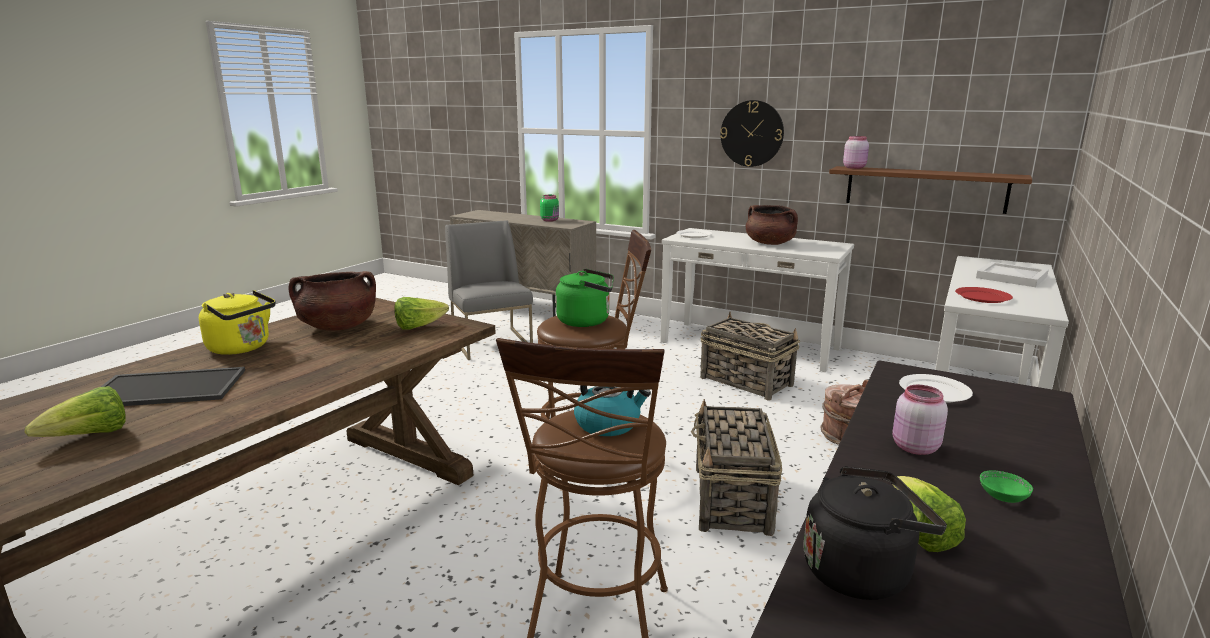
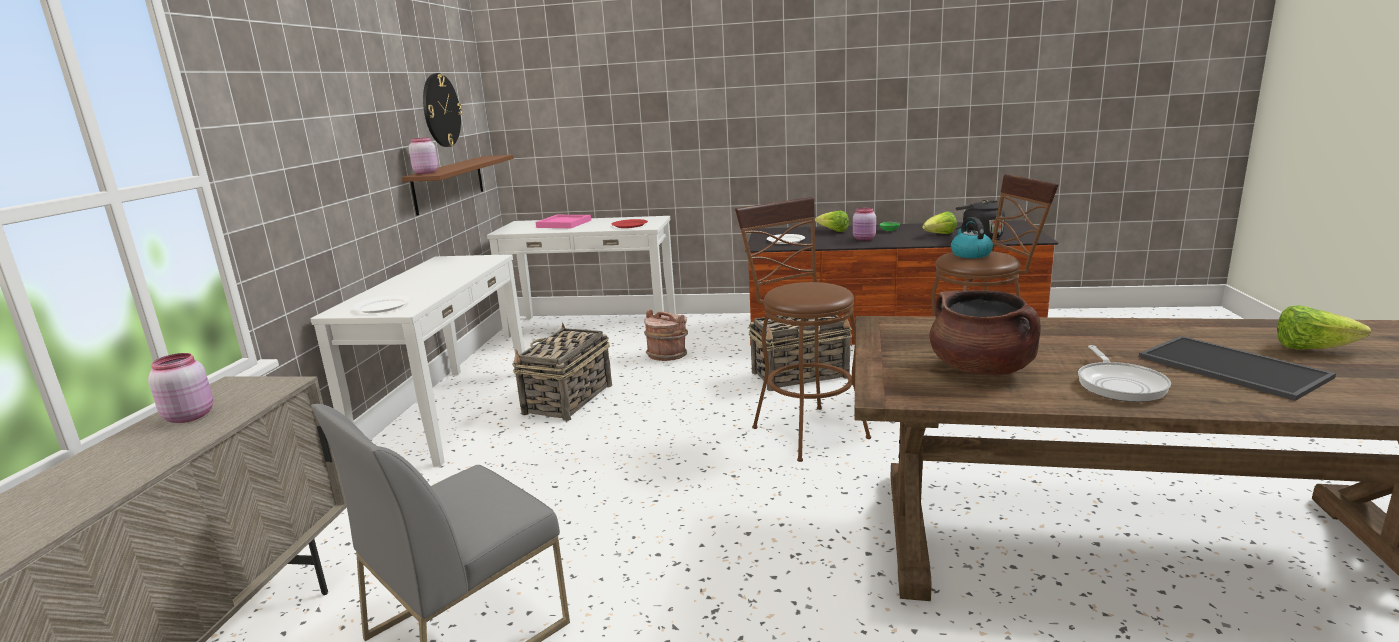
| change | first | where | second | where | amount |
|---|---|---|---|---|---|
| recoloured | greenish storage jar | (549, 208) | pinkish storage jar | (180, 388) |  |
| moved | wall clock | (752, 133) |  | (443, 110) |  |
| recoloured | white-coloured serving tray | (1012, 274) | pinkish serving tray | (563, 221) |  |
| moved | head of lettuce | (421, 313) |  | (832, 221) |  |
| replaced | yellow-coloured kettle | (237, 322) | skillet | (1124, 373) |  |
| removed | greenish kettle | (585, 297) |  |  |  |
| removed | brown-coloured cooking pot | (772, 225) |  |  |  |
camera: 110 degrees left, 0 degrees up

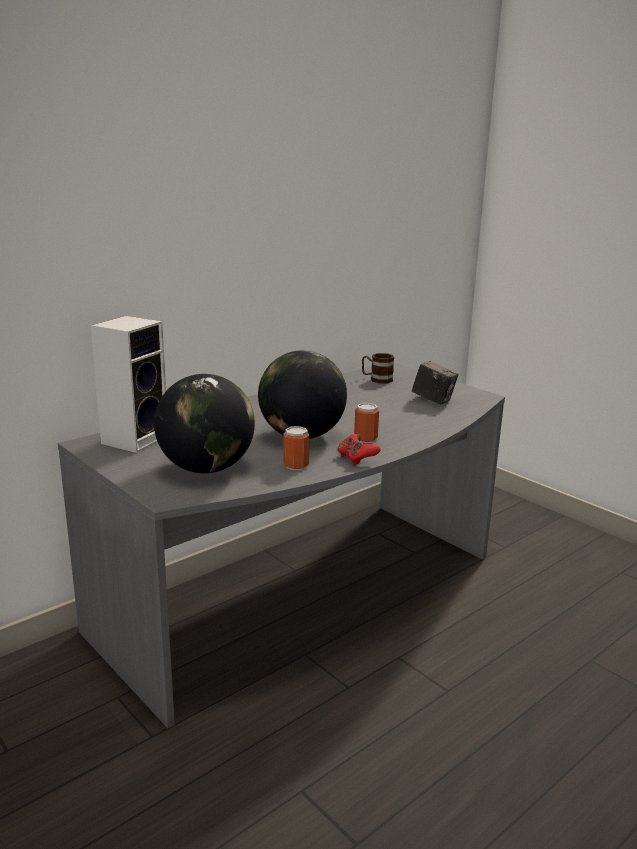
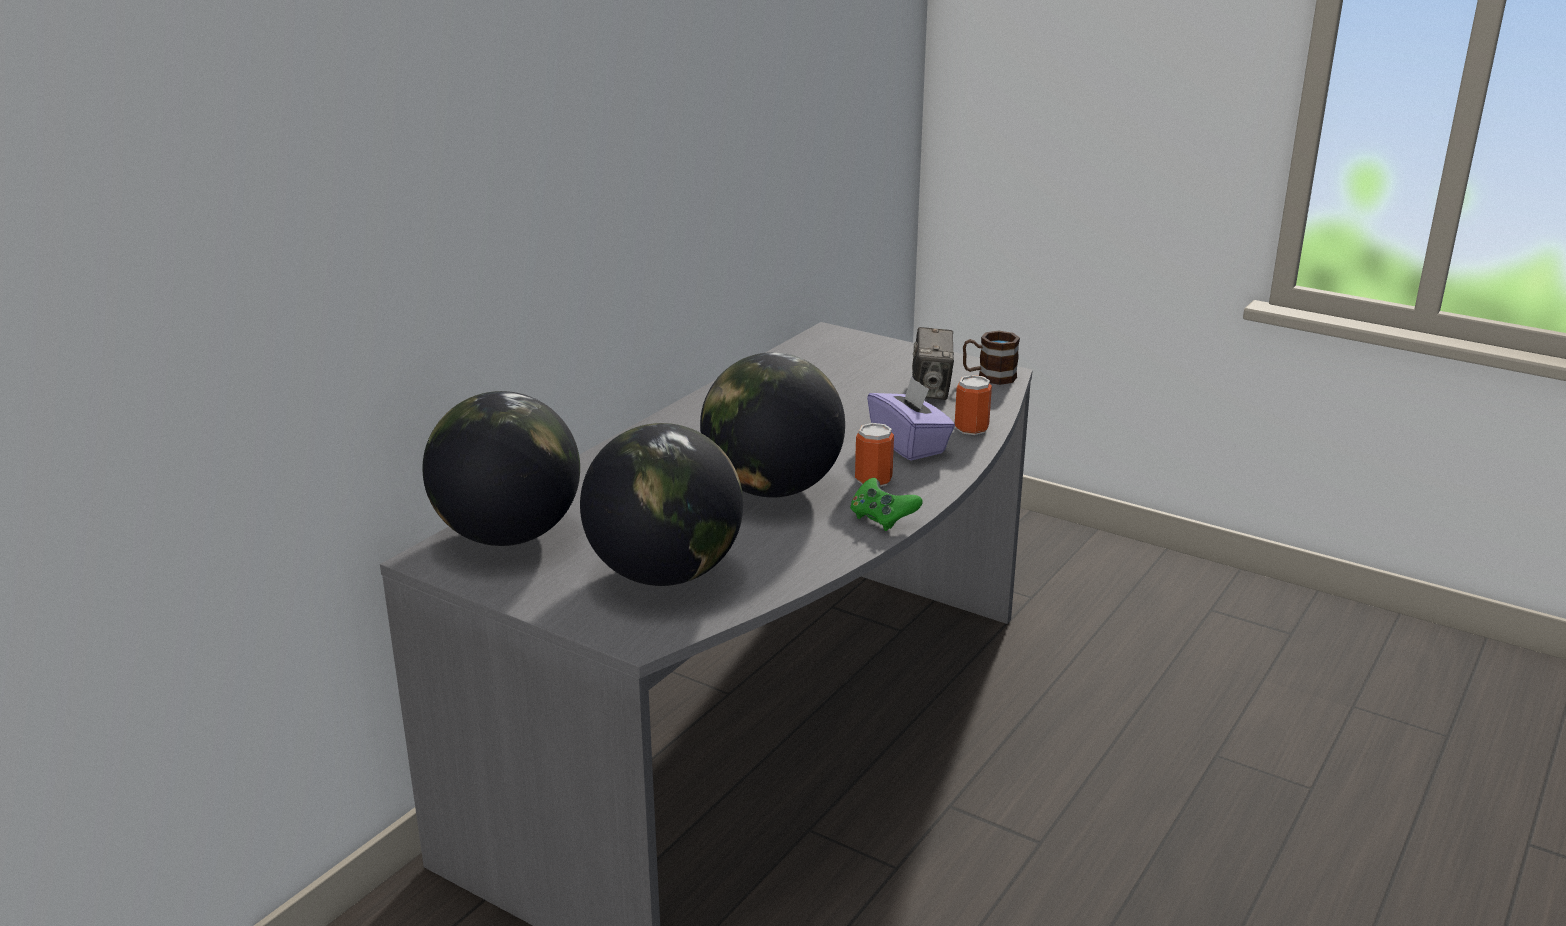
| change | first | where | second | where | amount |
|---|---|---|---|---|---|
| replaced | loudspeaker | (128, 384) | world globe | (501, 468) |  |
| recoloured | reddish game controller | (359, 449) | greenish game controller | (886, 504) |  |
| added |  |  | purplish tissue box | (911, 418) |  |
| turned | photo camera | (435, 382) |  | (933, 363) | 75 degrees clockwise |
| moved | metal can | (296, 448) |  | (973, 405) |  |
| moved | brown-coloured mug | (378, 368) |  | (991, 358) |  |
camera: 15 degrees left, 5 degrees up

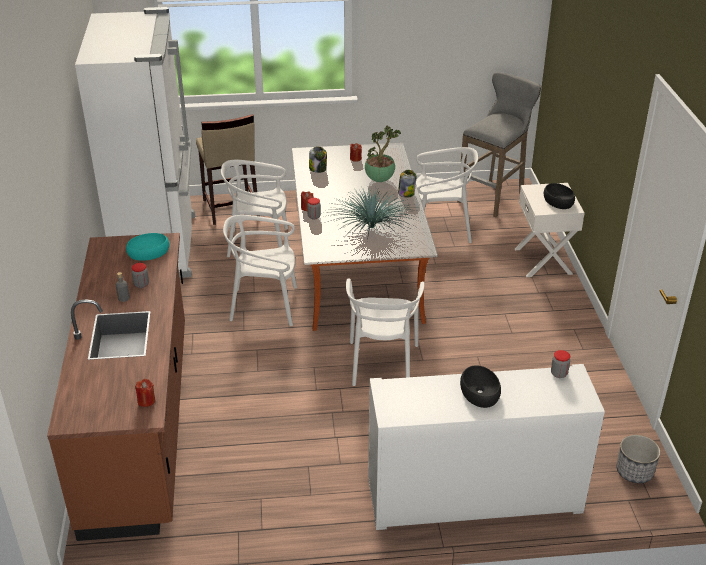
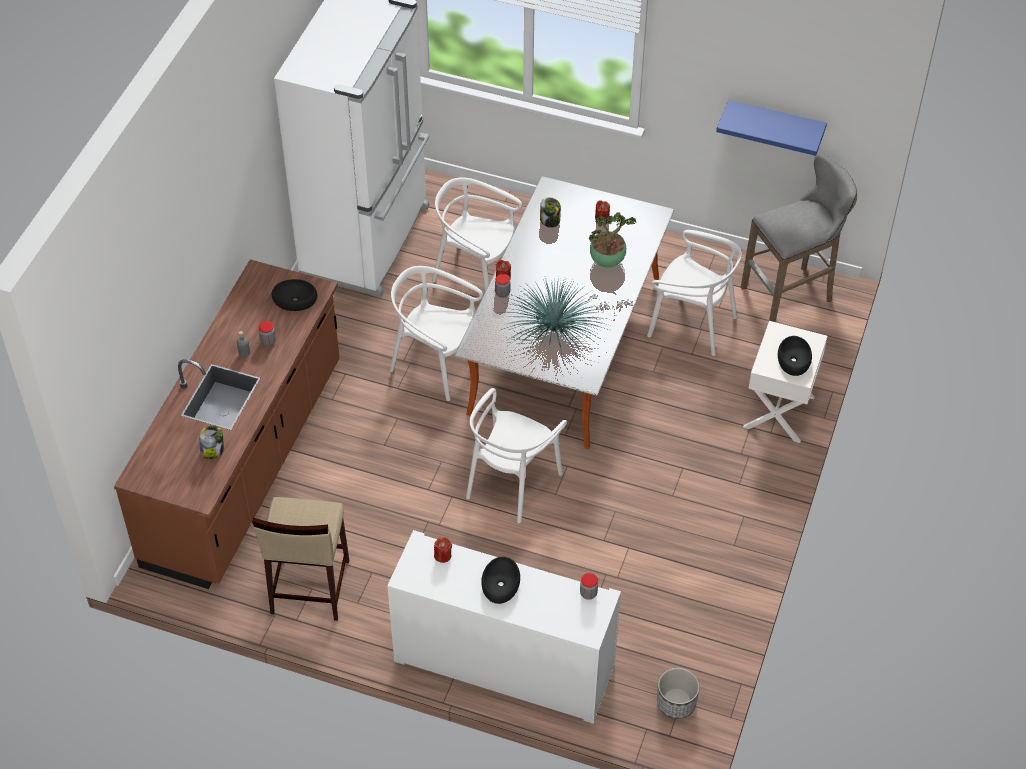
| change | first | where | second | where | amount |
|---|---|---|---|---|---|
| moved | storage jar | (407, 184) |  | (211, 442) |  |
| moved | sand-coloured stool seat | (227, 169) |  | (300, 559) |  |
| recoloured | turquoise-coloured serving bowl | (147, 247) | black serving bowl | (294, 295) |  |
| moved | reddish candle | (145, 393) |  | (443, 550) |  |
| added |  |  | blue-coloured bracket shelf | (771, 128) |  |
camera: 25 degrees right, 15 degrees up

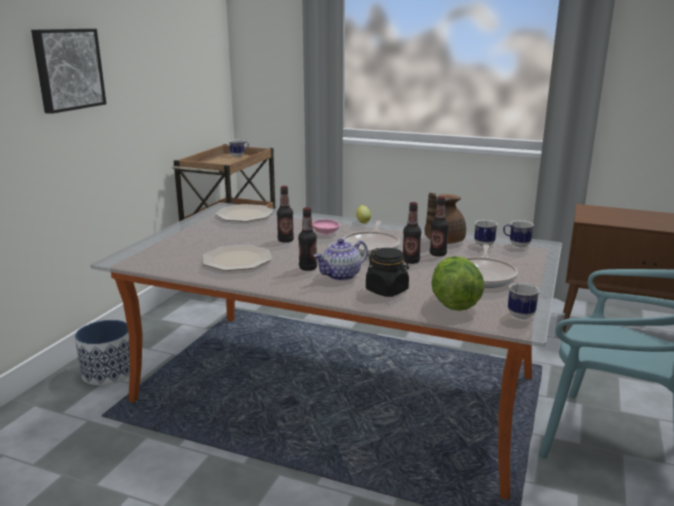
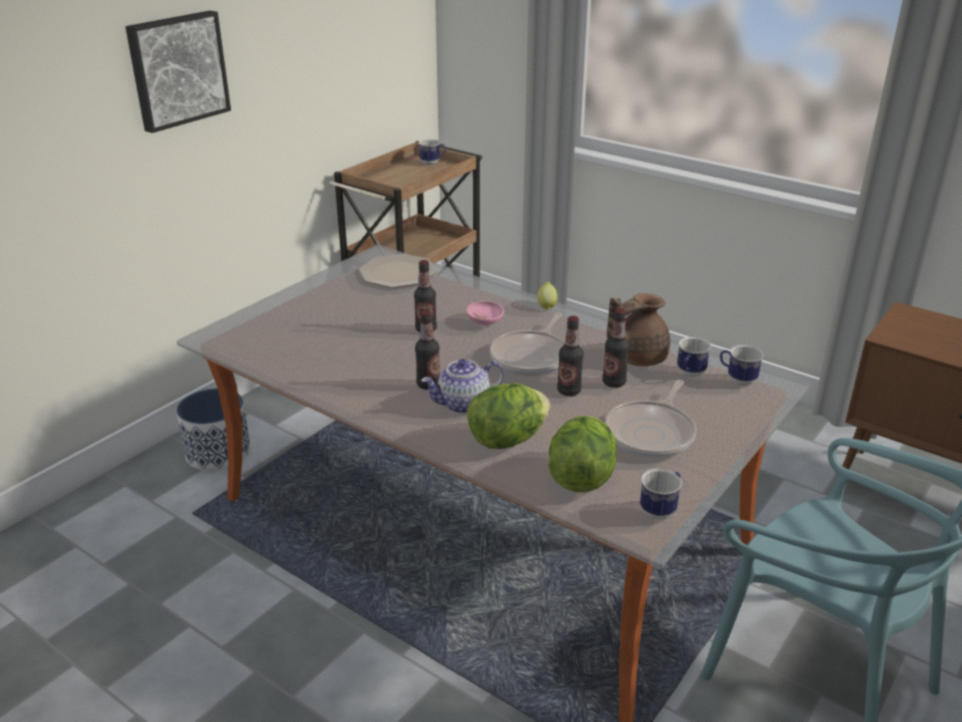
| change | first | where | second | where | amount |
|---|---|---|---|---|---|
| replaced | black storage jar | (387, 272) | head of lettuce | (508, 416) |  |
| removed | plate | (237, 258) |  |  |  |
camera: 15 degrees right, 10 degrees up

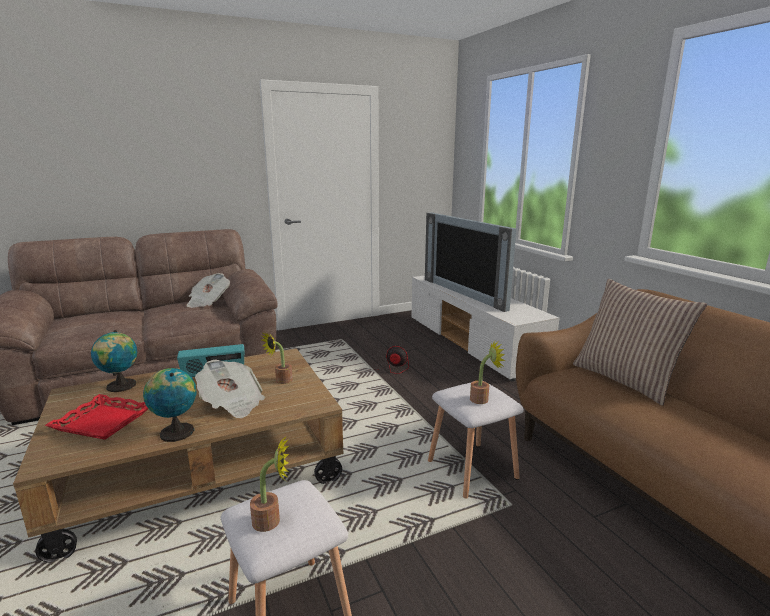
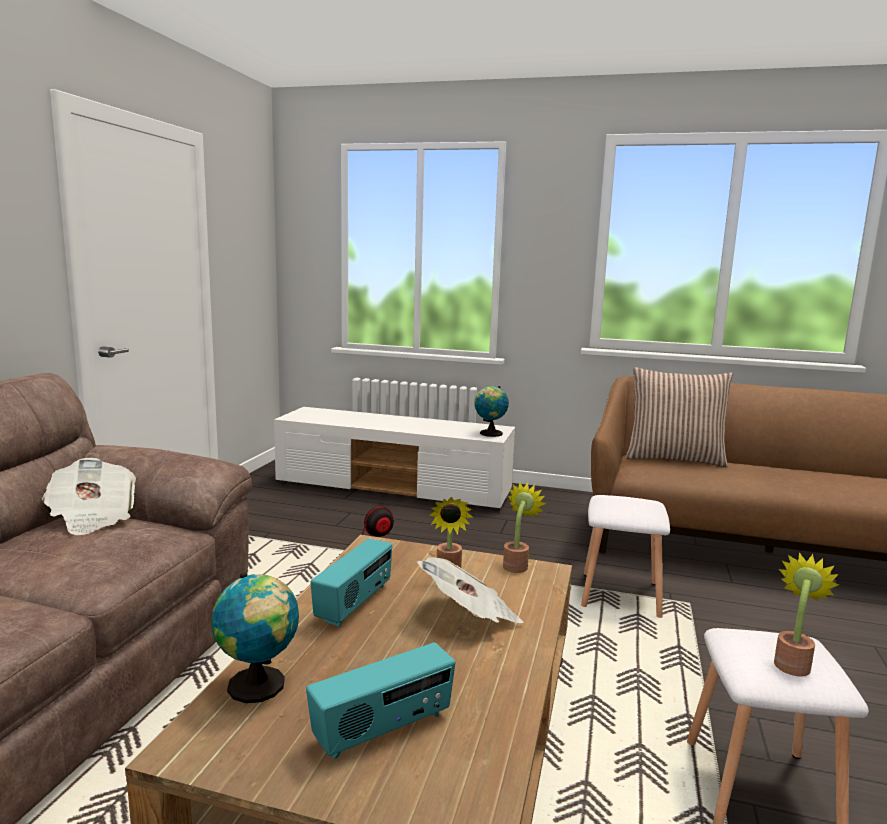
| change | first | where | second | where | amount |
|---|---|---|---|---|---|
| replaced | reddish serving tray | (96, 417) | radio receiver | (381, 701) |  |
| moved | world globe | (170, 405) |  | (491, 411) |  |
| moved | plant in a pot | (487, 372) |  | (524, 527) |  |
| removed | TV set | (470, 262) |  |  |  |
camera: 50 degrees left, 5 degrees down

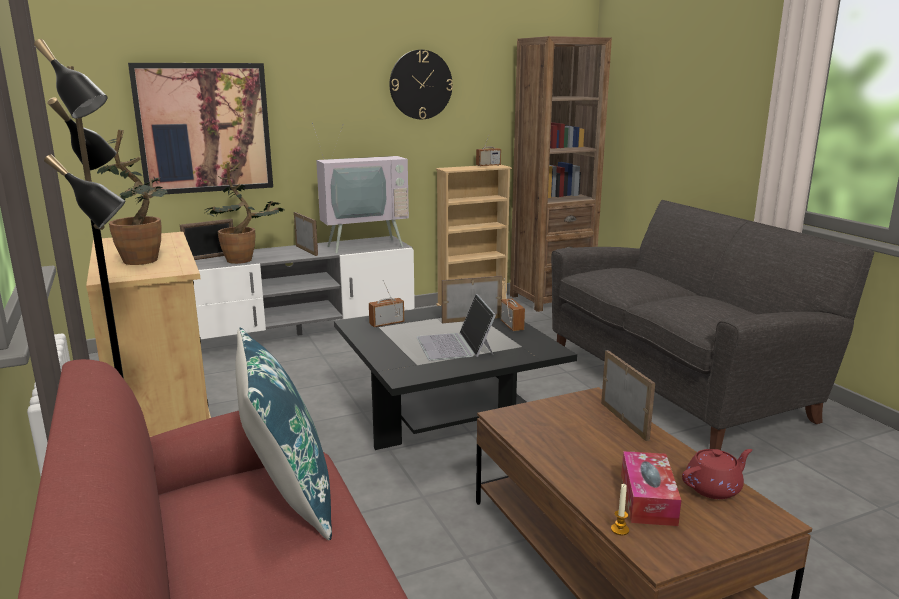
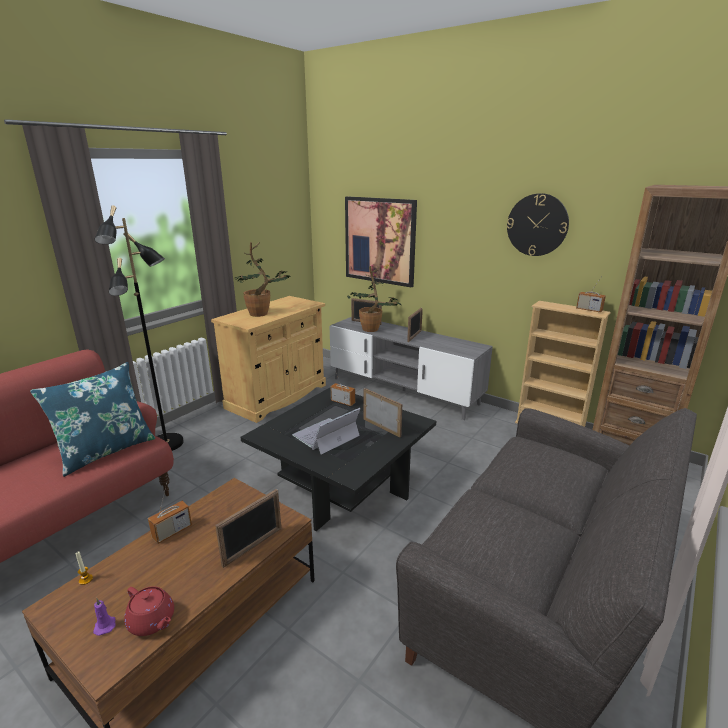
| change | first | where | second | where | amount |
|---|---|---|---|---|---|
| added |  |  | purplish candle | (104, 617) |  |
| moved | radio receiver | (513, 304) |  | (170, 513) |  |
| removed | TV set | (360, 188) |  |  |  |
| removed | tissue box | (651, 488) |  |  |  |
camera: 60 degrees right, 5 degrees up

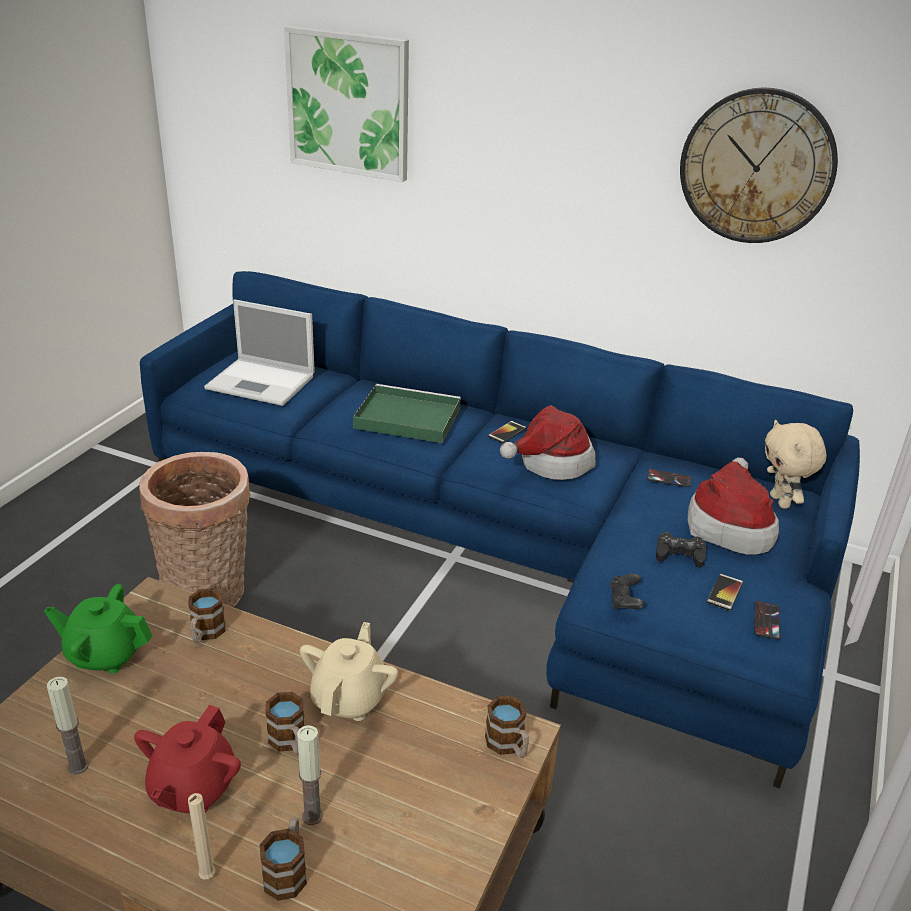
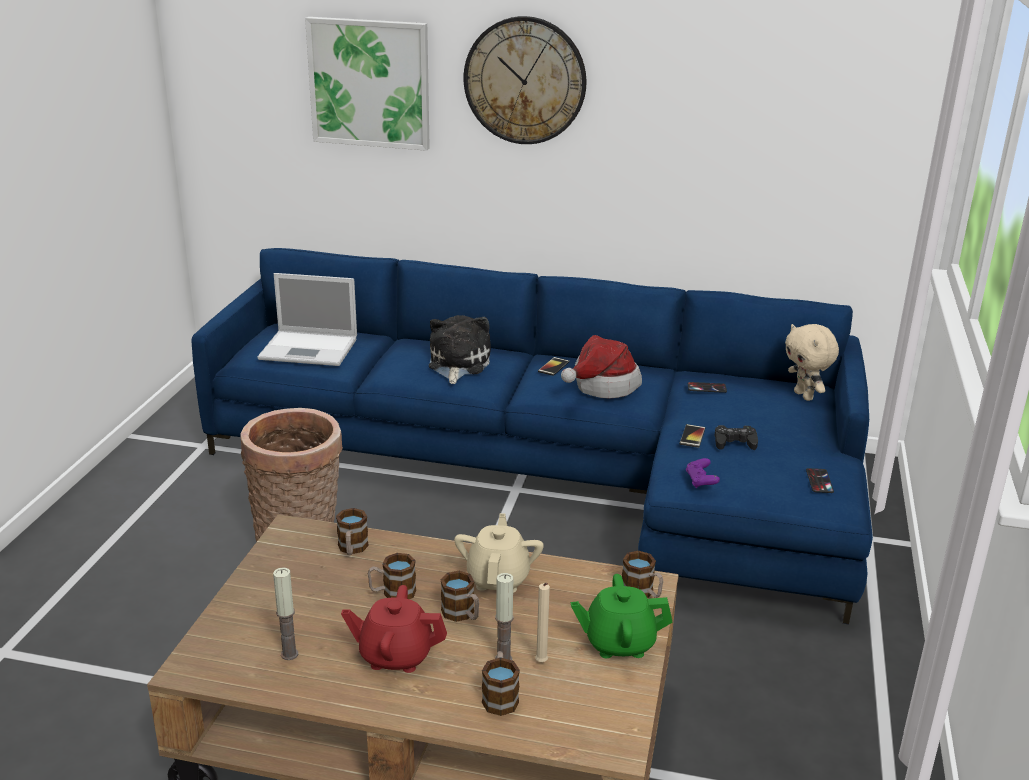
| change | first | where | second | where | amount |
|---|---|---|---|---|---|
| turned | reddish tea pot | (187, 759) |  | (394, 629) | 90 degrees clockwise |
| added |  |  | mug | (392, 576) |  |
| replaced | greenish serving tray | (407, 413) | soft toy | (460, 349) |  |
| moved | wall clock | (759, 165) |  | (525, 80) |  |
| moved | sand-coloured candle | (201, 836) |  | (542, 622) |  |
| moved | greenish tea pot | (98, 628) |  | (622, 616) |  |
| moved | handset | (725, 592) |  | (692, 436) |  |
| recoloured | black game controller | (627, 592) | purplish game controller | (703, 473) |  |
| removed | hat | (733, 506) |  |  |  |
camera: 10 degrees left, 5 degrees down

